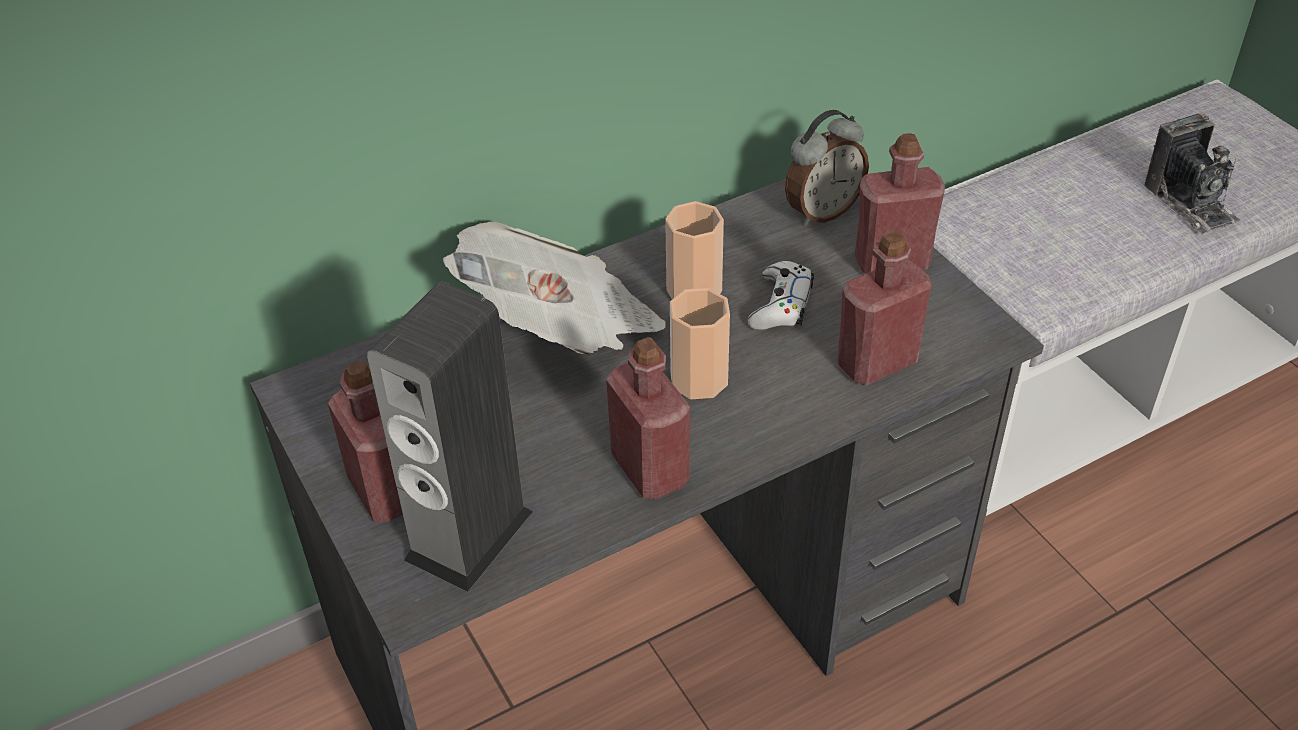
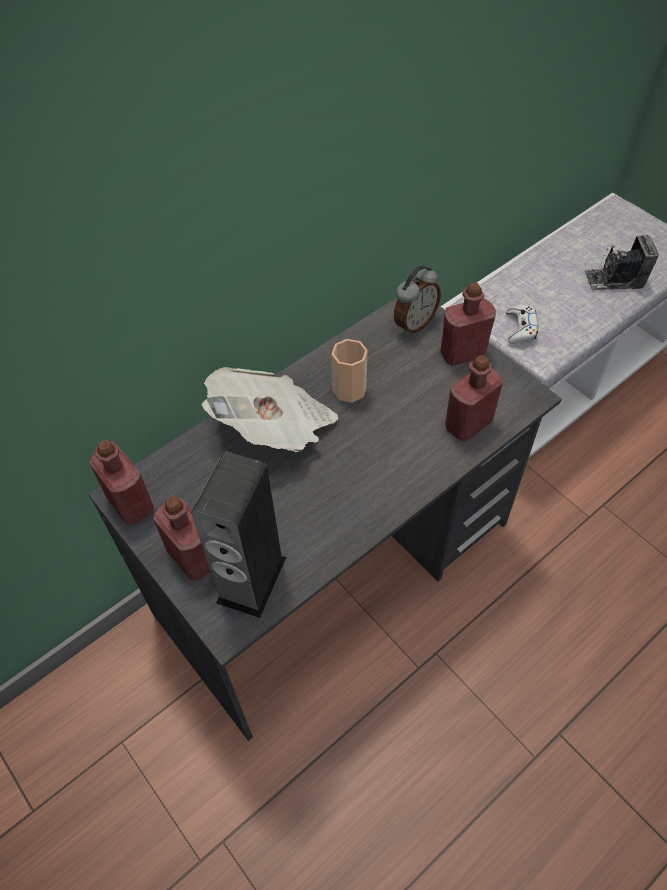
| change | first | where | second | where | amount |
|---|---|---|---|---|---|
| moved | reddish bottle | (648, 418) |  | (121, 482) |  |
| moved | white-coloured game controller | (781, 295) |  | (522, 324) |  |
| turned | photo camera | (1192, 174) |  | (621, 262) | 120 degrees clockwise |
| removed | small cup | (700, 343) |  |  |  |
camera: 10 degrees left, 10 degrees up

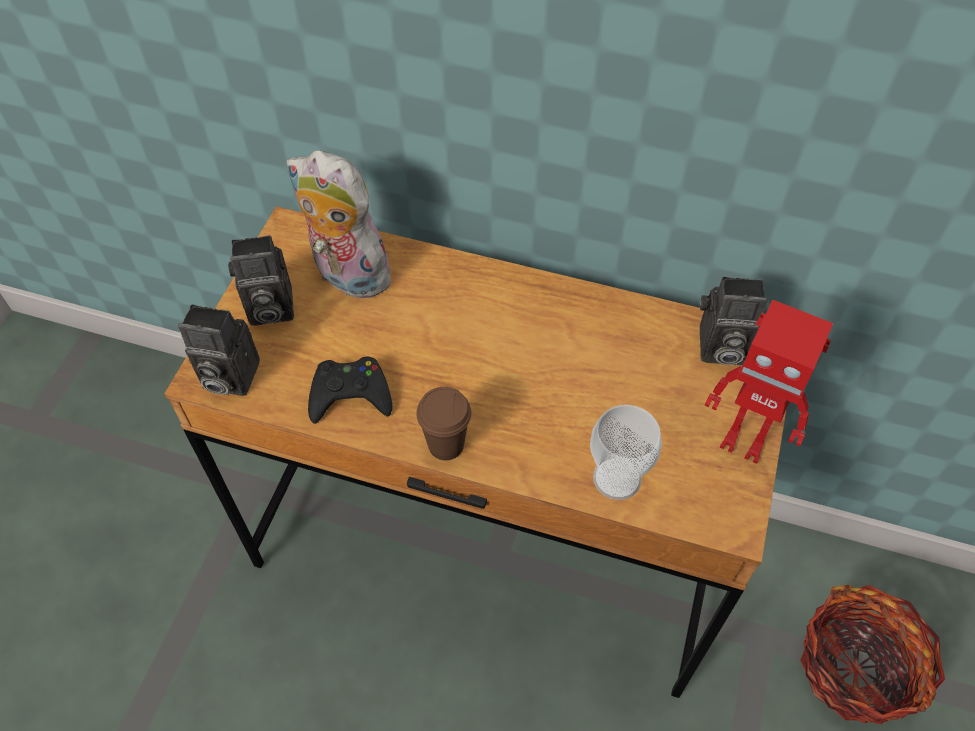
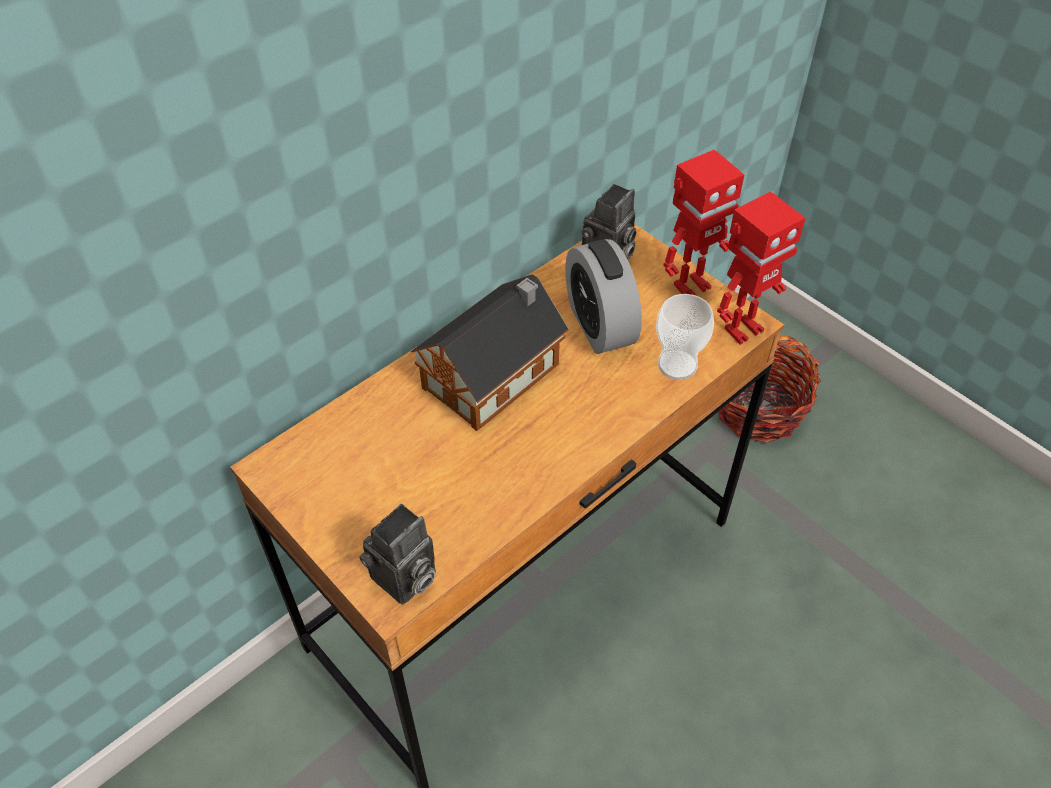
| change | first | where | second | where | amount |
|---|---|---|---|---|---|
| added |  |  | miniature house | (490, 352) |  |
| added |  |  | bedside clock | (603, 296) |  |
| added |  |  | robot figure | (761, 268) |  |
| removed | photo camera | (261, 280) |  |  |  |
| removed | soft toy | (340, 225) |  |  |  |
| removed | black game controller | (350, 390) |  |  |  |
| removed | brown-coloured small cup | (443, 423) |  |  |  |
camera: 60 degrees left, 5 degrees down

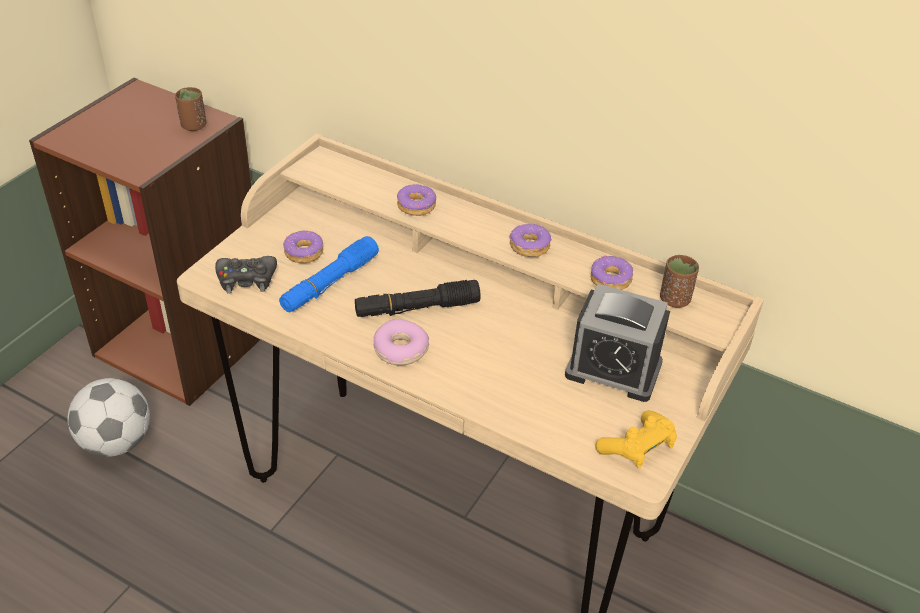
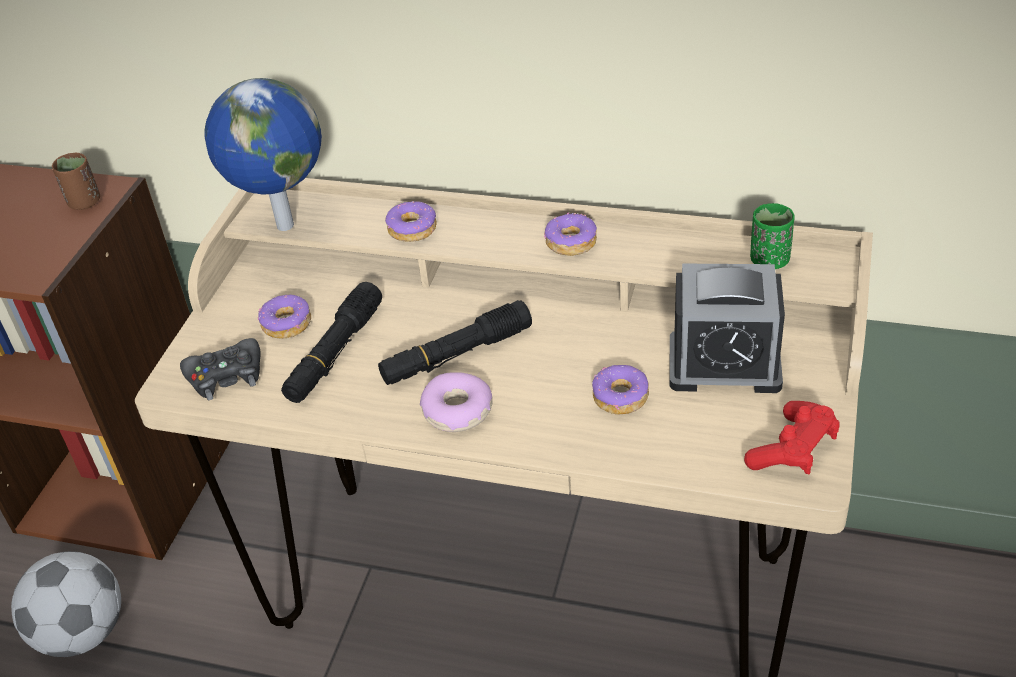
| change | first | where | second | where | amount |
|---|---|---|---|---|---|
| added |  |  | world globe | (263, 154) |  |
| recoloured | blue-coloured hand torch | (329, 274) | black hand torch | (331, 342) |  |
| moved | donut | (612, 272) |  | (620, 390) |  |
| recoloured | yellow-coloured game controller | (636, 439) | reddish game controller | (791, 437) |  |
| recoloured | brown-coloured small cup | (679, 281) | greenish small cup | (772, 236) |  |
camera: 10 degrees left, 0 degrees up

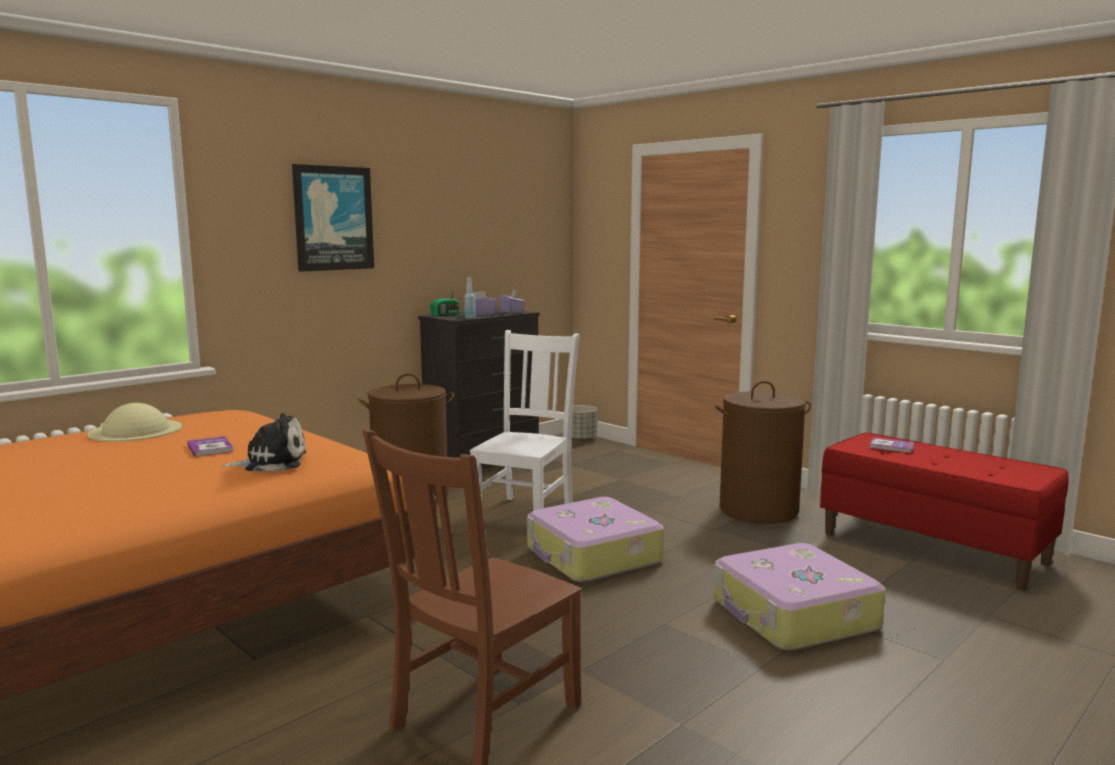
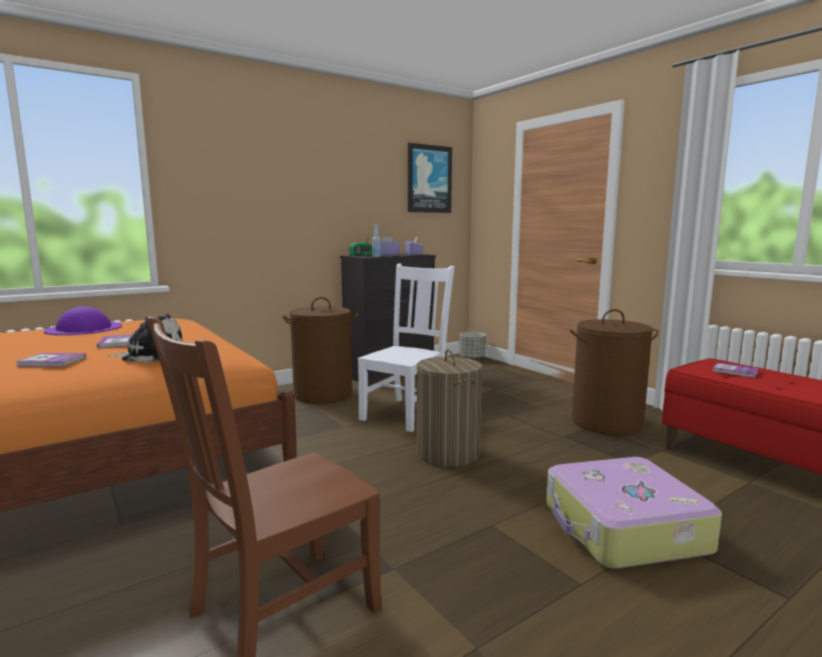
| change | first | where | second | where | amount |
|---|---|---|---|---|---|
| added |  |  | book | (51, 360) |  |
| recoloured | sand-coloured hat | (134, 422) | purplish hat | (83, 321) |  |
| moved | wall picture | (333, 218) |  | (430, 178) |  |
| replaced | suitcase | (595, 539) | washing basket | (450, 408) |  |
camera: 10 degrees right, 0 degrees up

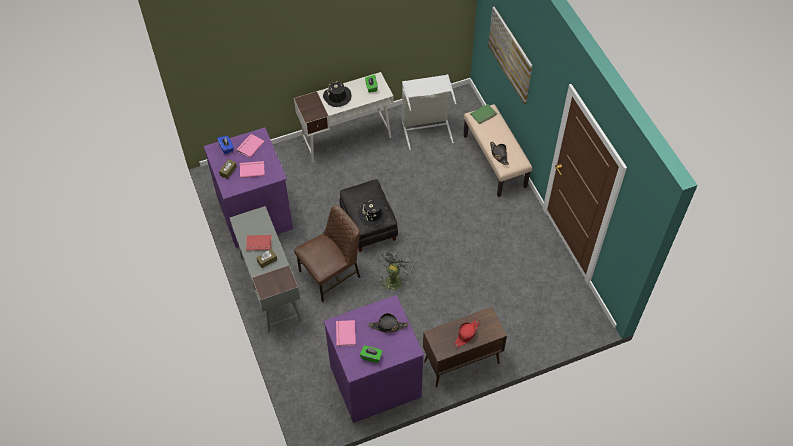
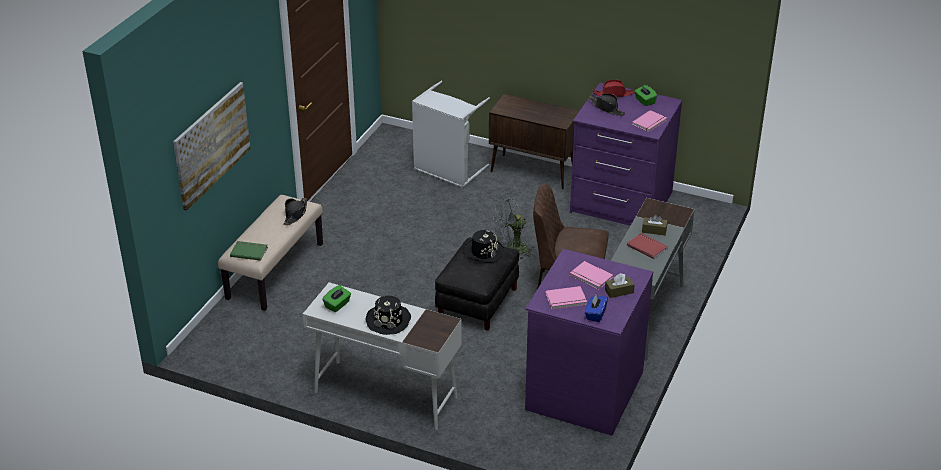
| change | first | where | second | where | amount |
|---|---|---|---|---|---|
| moved | gray washing basket | (429, 112) |  | (451, 134) |  |
| moved | reddish hat | (467, 333) |  | (613, 88) |  |
camera: 135 degrees left, 20 degrees down

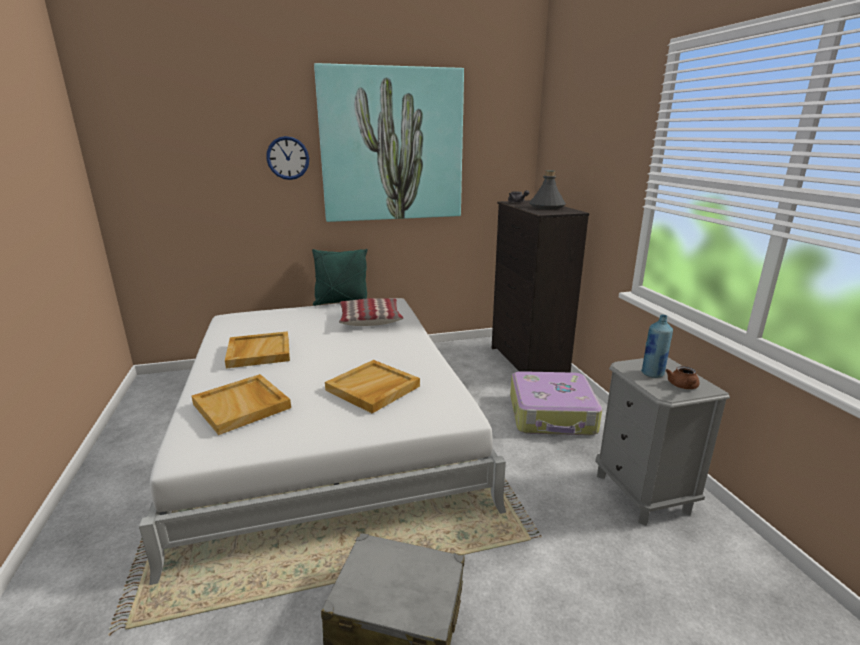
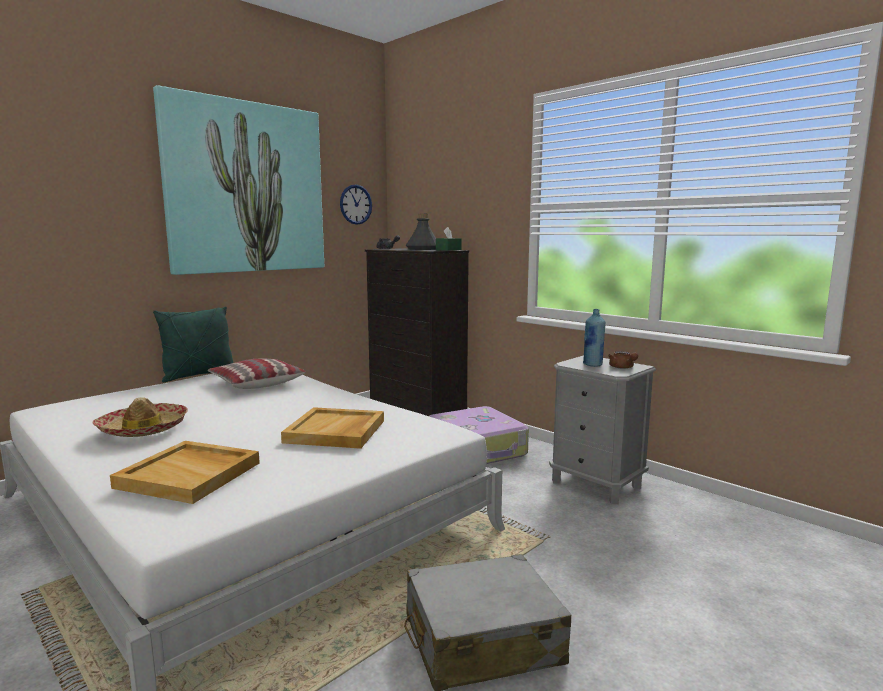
| change | first | where | second | where | amount |
|---|---|---|---|---|---|
| replaced | sand-coloured serving tray | (257, 349) | hat | (140, 417) |  |
| moved | wall clock | (287, 158) |  | (356, 205) |  |
| added |  |  | greenish tissue box | (448, 239) |  |
camera: 30 degrees left, 10 degrees down

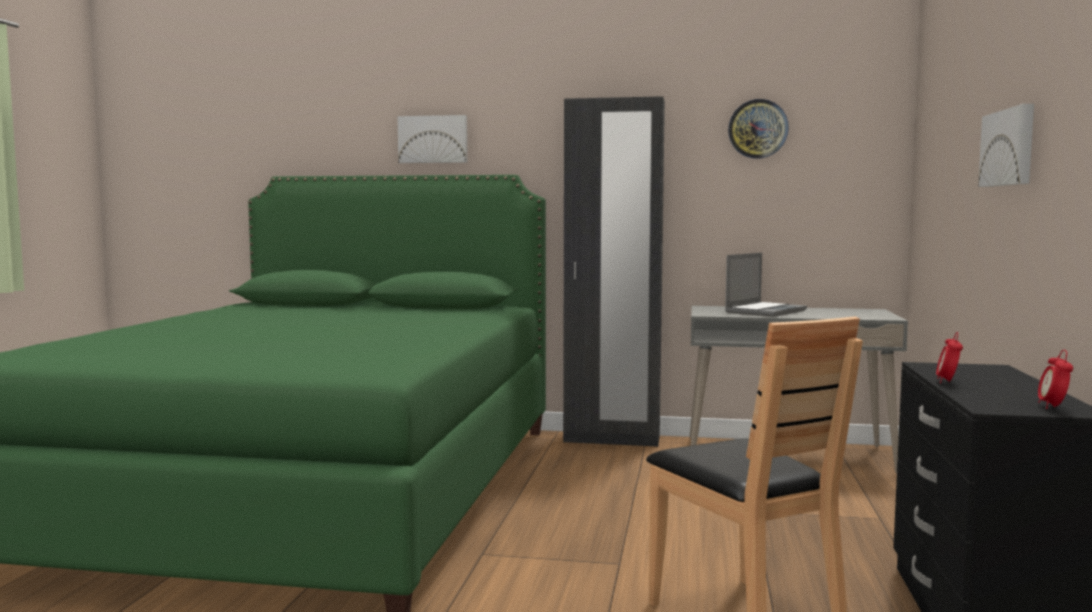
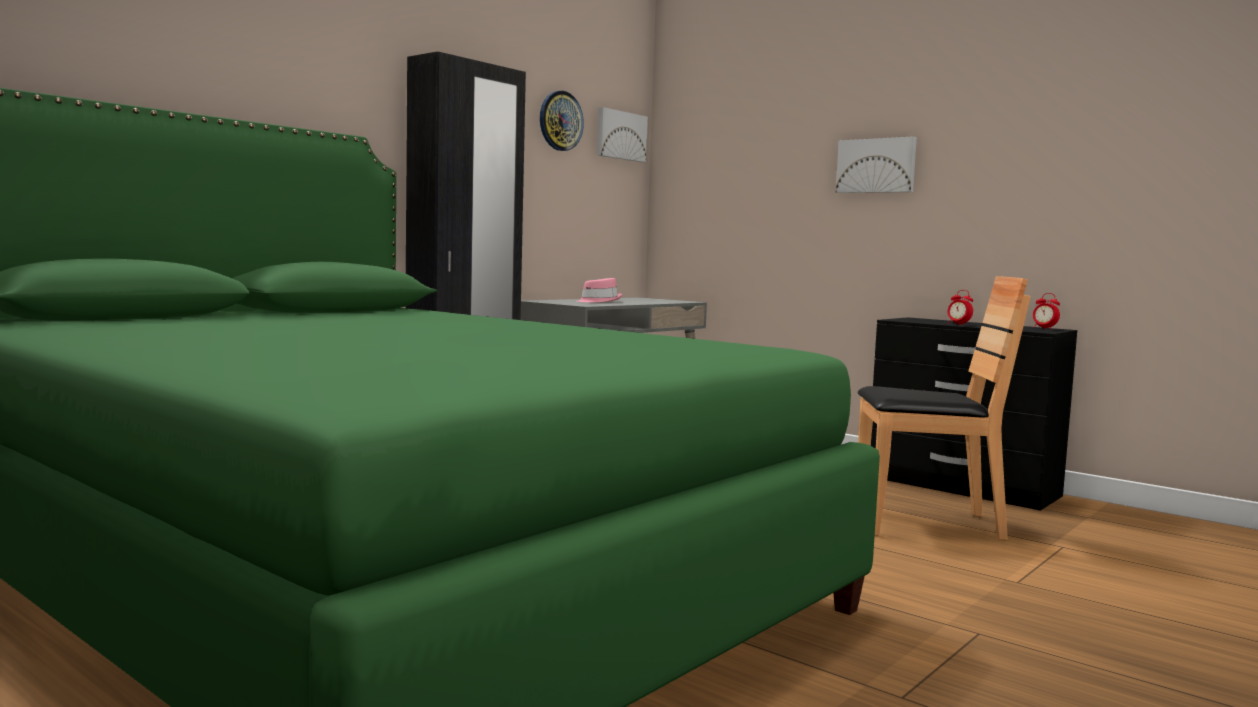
| change | first | where | second | where | amount |
|---|---|---|---|---|---|
| replaced | notebook computer | (766, 285) | pinkish hat | (599, 290) |  |
| moved | wall picture | (432, 139) |  | (622, 134) |  |
camera: 60 degrees left, 0 degrees up

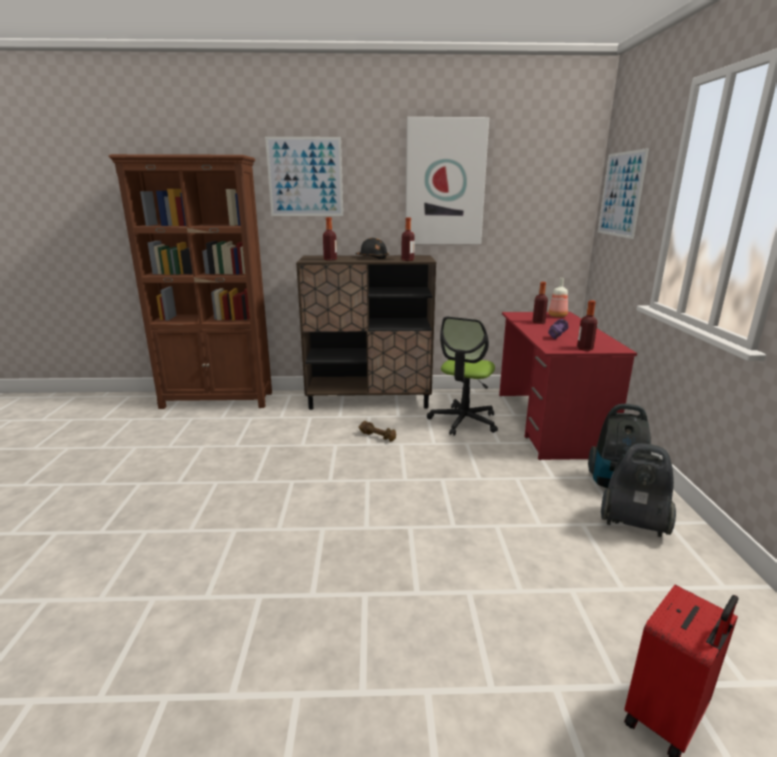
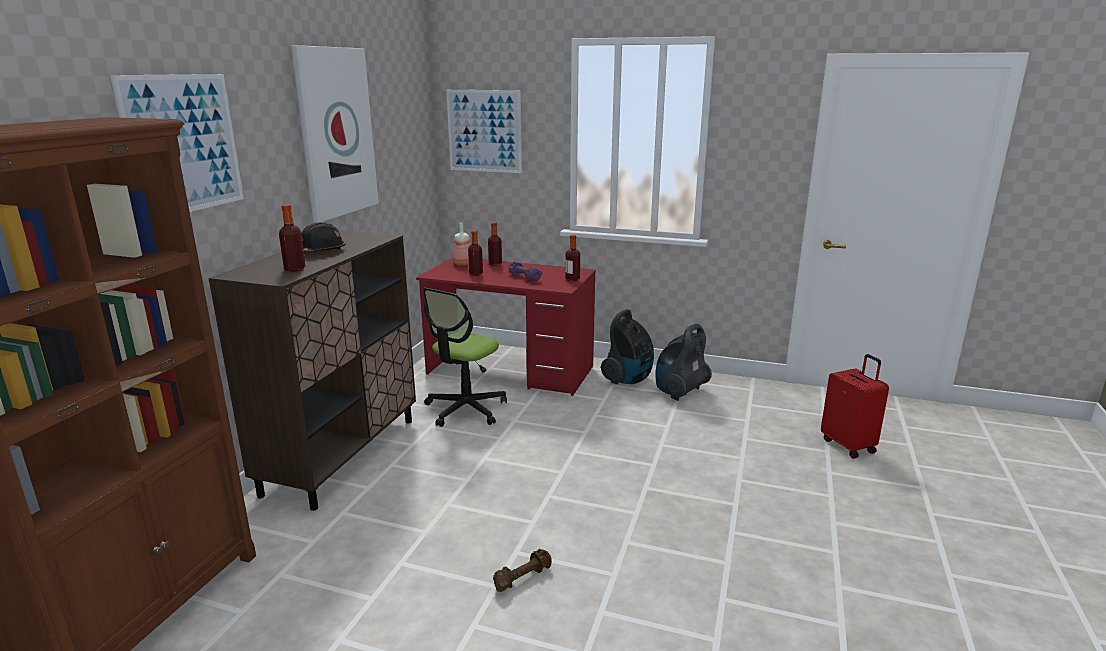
| change | first | where | second | where | amount |
|---|---|---|---|---|---|
| turned | desk chair | (462, 376) |  | (465, 357) | 75 degrees clockwise |
| moved | bottle | (408, 239) |  | (495, 244) |  |
| moved | brown-coloured free weight | (377, 431) |  | (522, 570) |  |
camera: 70 degrees left, 0 degrees up

